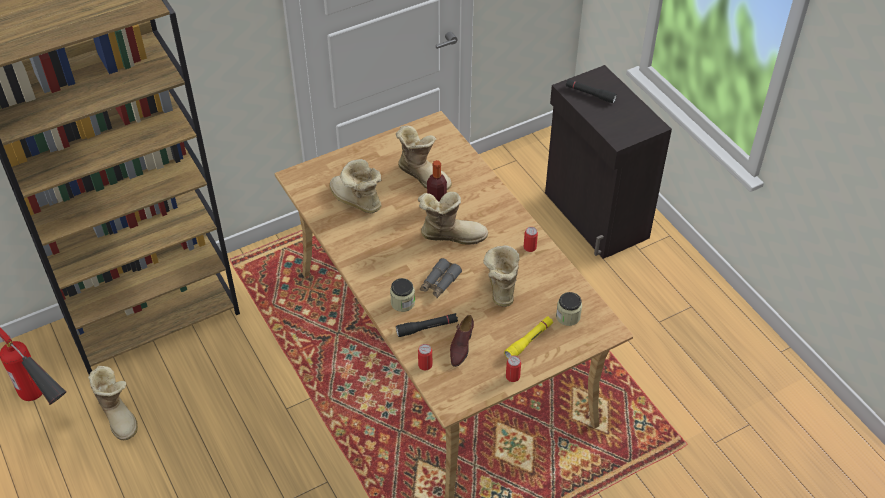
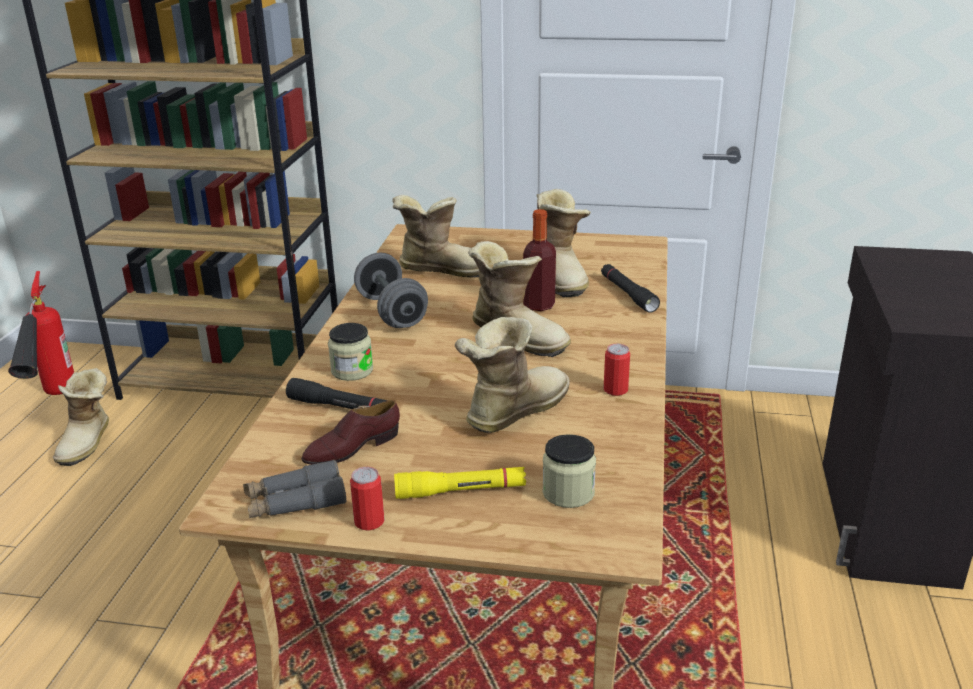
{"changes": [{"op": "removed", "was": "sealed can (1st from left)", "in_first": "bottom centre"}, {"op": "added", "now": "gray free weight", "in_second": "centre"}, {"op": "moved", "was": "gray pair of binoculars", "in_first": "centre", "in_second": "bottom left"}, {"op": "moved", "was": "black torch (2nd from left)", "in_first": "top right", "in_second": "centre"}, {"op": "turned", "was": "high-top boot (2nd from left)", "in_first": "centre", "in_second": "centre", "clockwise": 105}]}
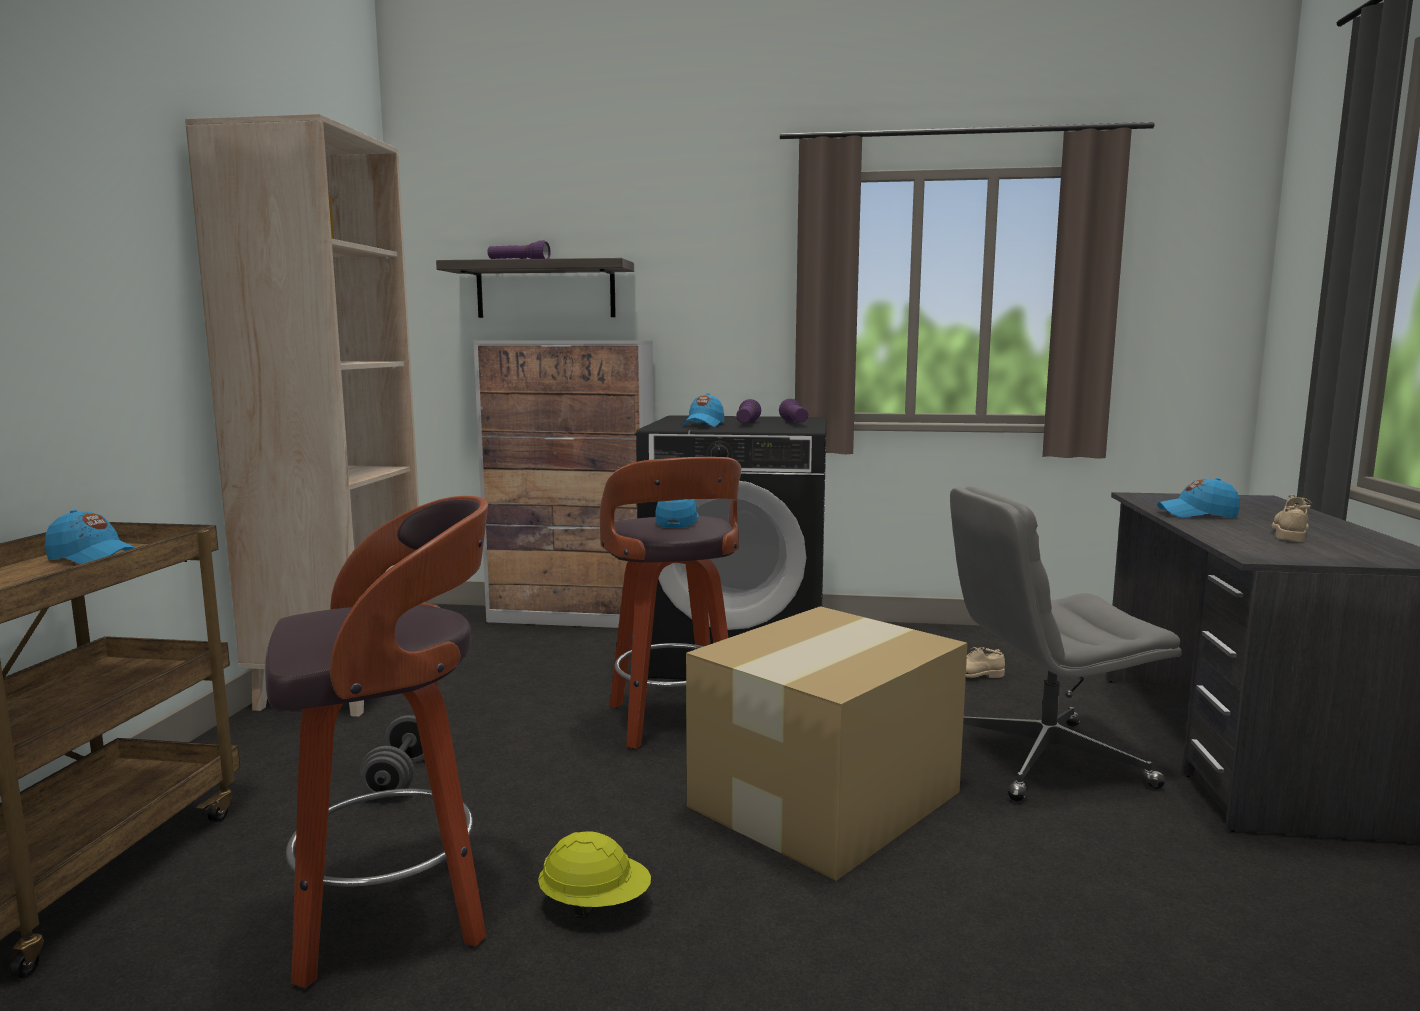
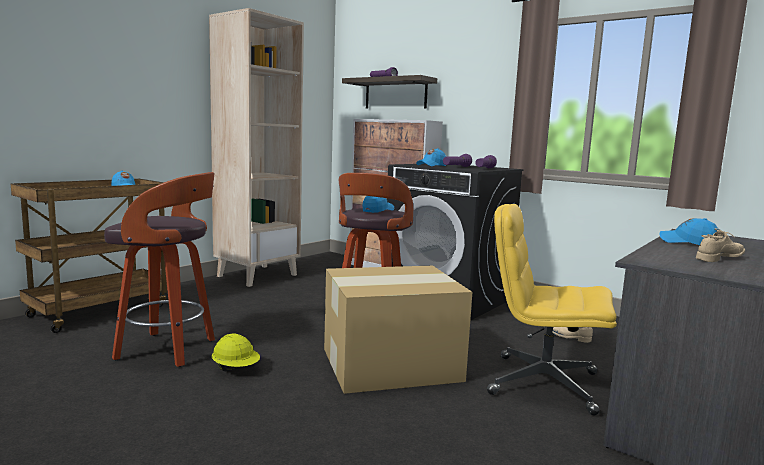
{"changes": [{"op": "removed", "was": "gray free weight", "in_first": "bottom left"}, {"op": "recoloured", "was": "gray office chair", "now": "yellow office chair", "in_first": "middle right", "in_second": "middle right"}]}
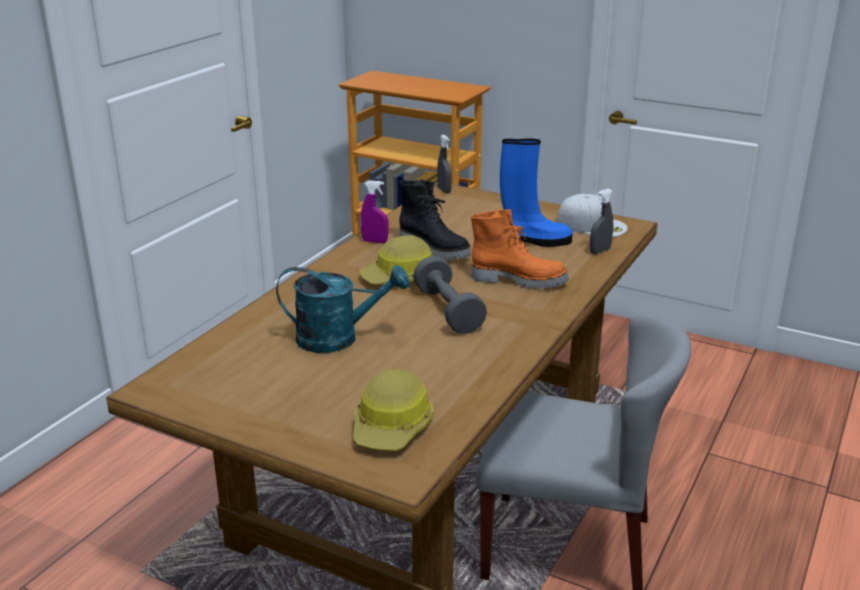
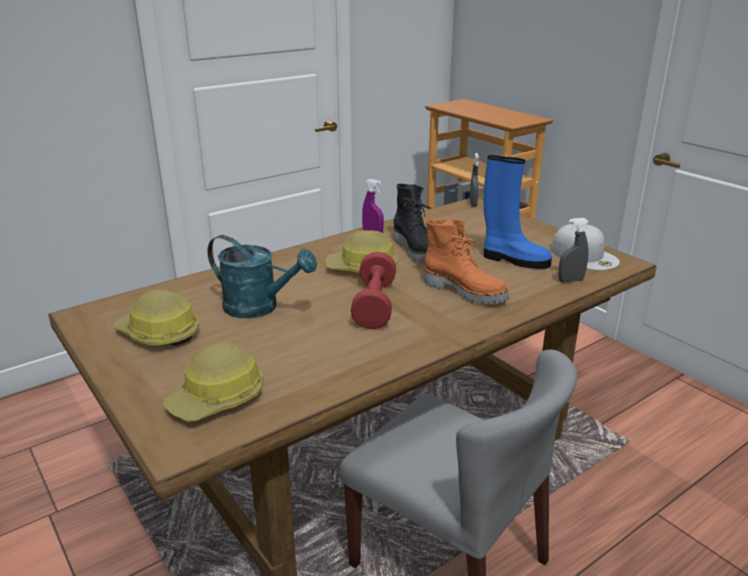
{"changes": [{"op": "added", "now": "hard hat (1st from left)", "in_second": "middle left"}, {"op": "recoloured", "was": "gray free weight", "now": "red-coloured free weight", "in_first": "centre", "in_second": "centre"}]}
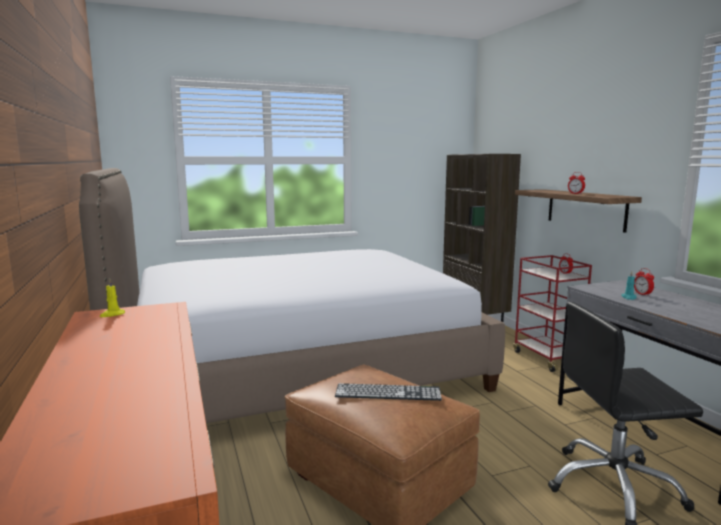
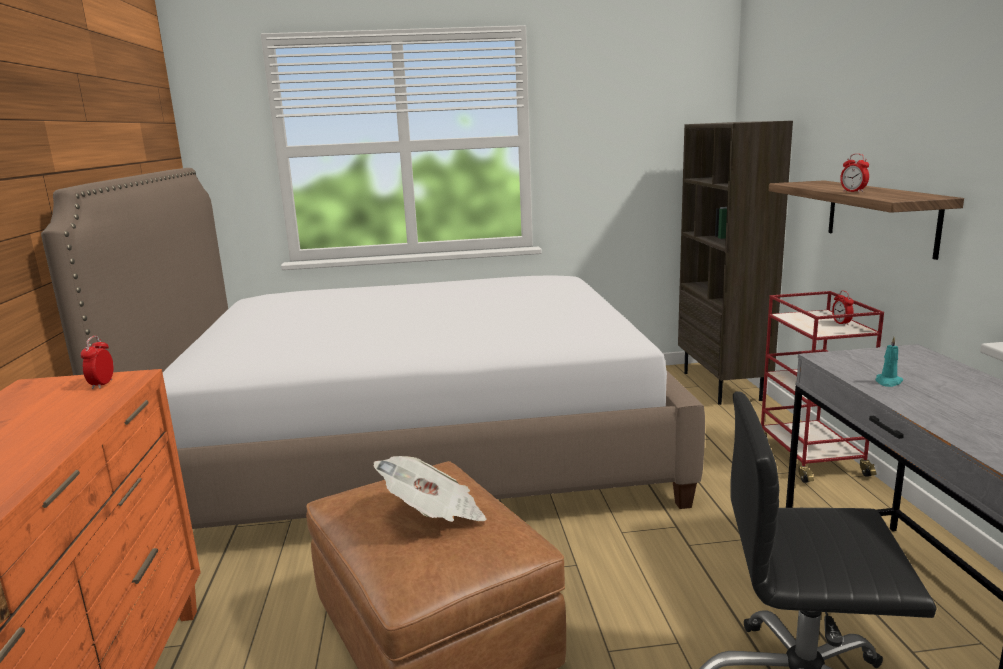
{"changes": [{"op": "removed", "was": "yellow wax light", "in_first": "middle left"}, {"op": "moved", "was": "bedside clock (3rd from left in the first image)", "now": "bedside clock (1st from left)", "in_first": "middle right", "in_second": "middle left"}, {"op": "replaced", "was": "keyboard", "now": "daily paper", "in_first": "bottom centre", "in_second": "bottom centre"}]}
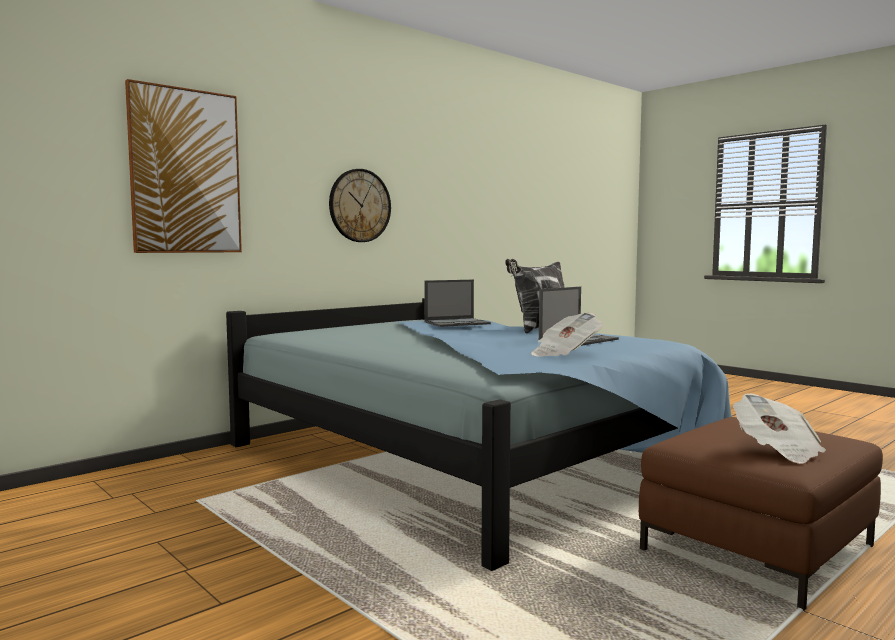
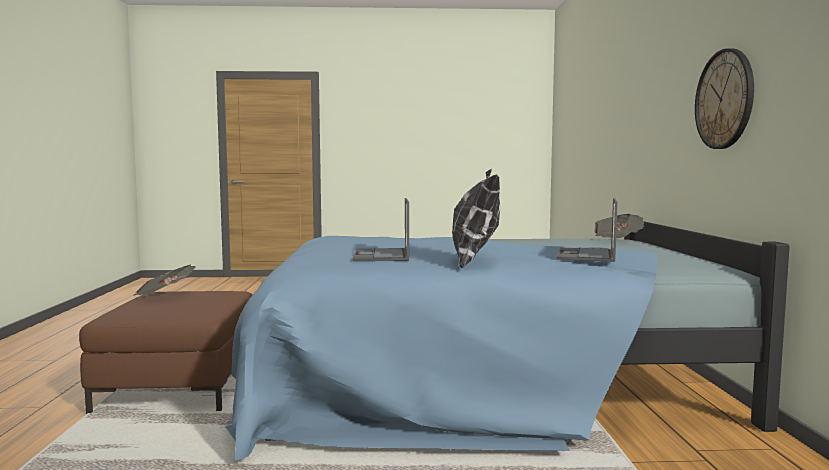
{"changes": [{"op": "removed", "was": "wall picture", "in_first": "top left"}, {"op": "moved", "was": "daily paper (1st from left in the first image)", "now": "daily paper (2nd from left)", "in_first": "centre", "in_second": "middle right"}]}
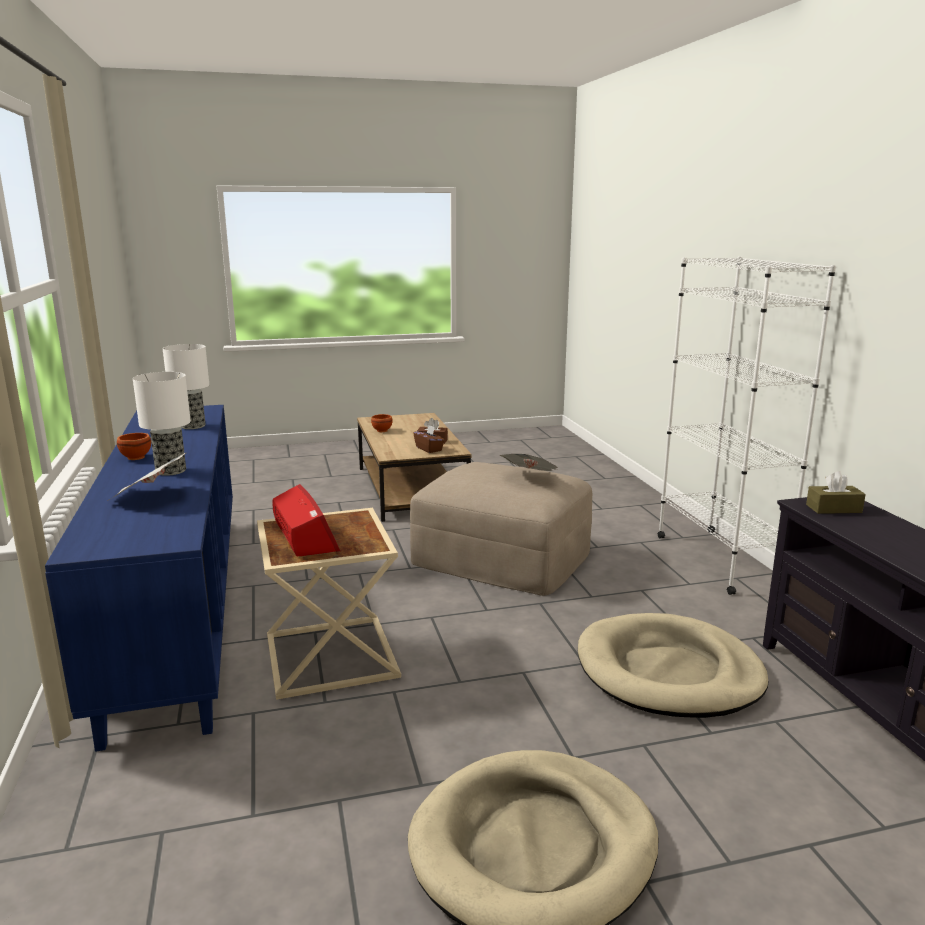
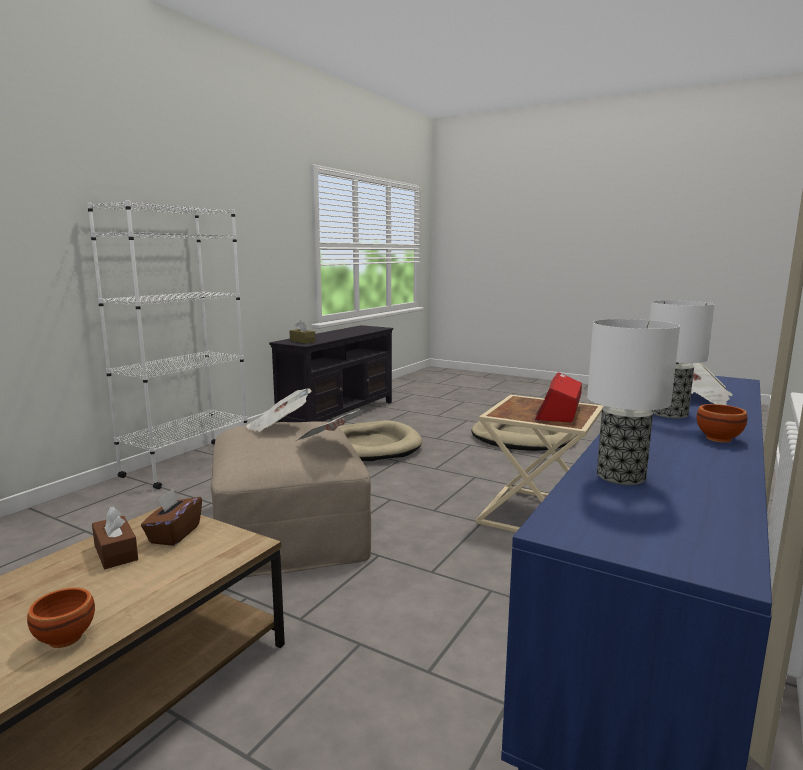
{"changes": [{"op": "added", "now": "daily paper (2nd from left)", "in_second": "centre"}]}
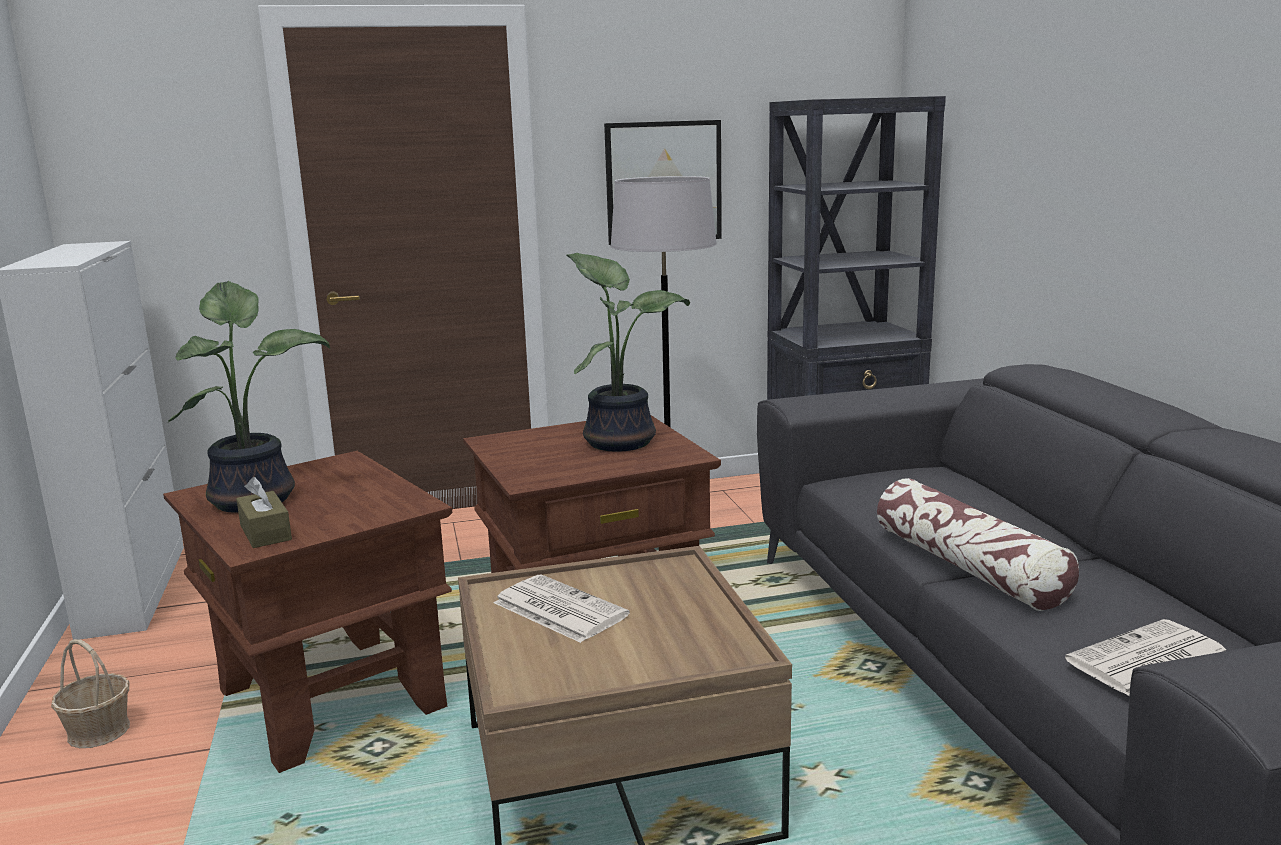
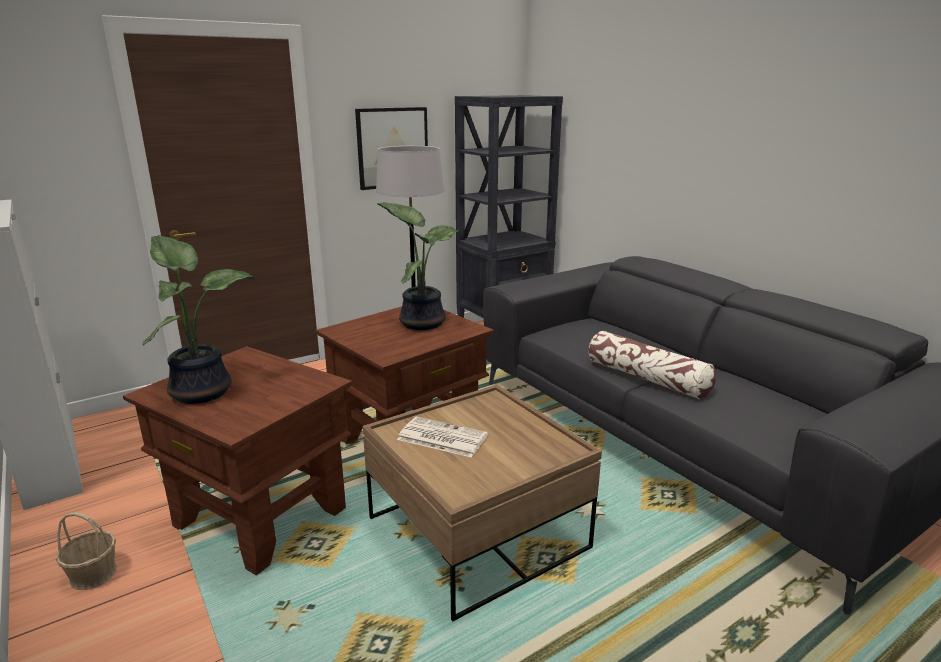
{"changes": [{"op": "removed", "was": "brownish tissue holder", "in_first": "middle left"}, {"op": "removed", "was": "daily paper (2nd from left)", "in_first": "bottom right"}]}
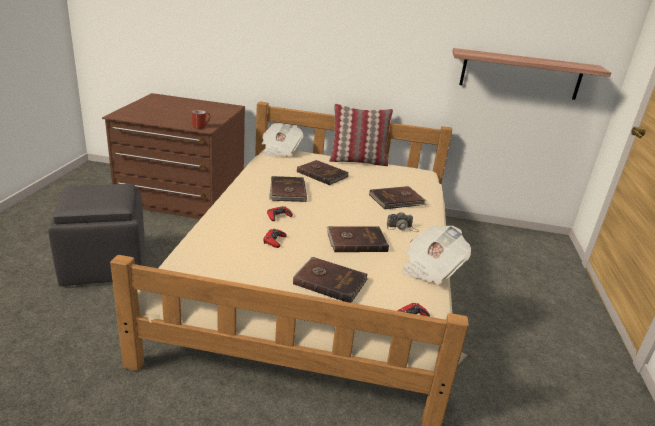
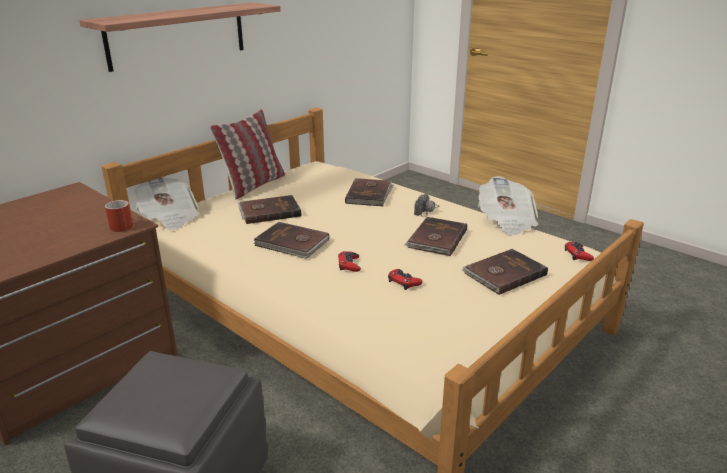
{"changes": [{"op": "moved", "was": "wall shelf", "in_first": "top right", "in_second": "top left"}]}
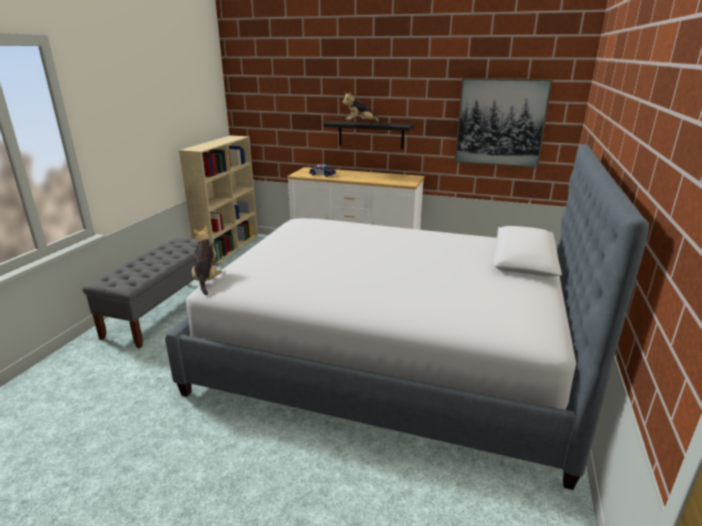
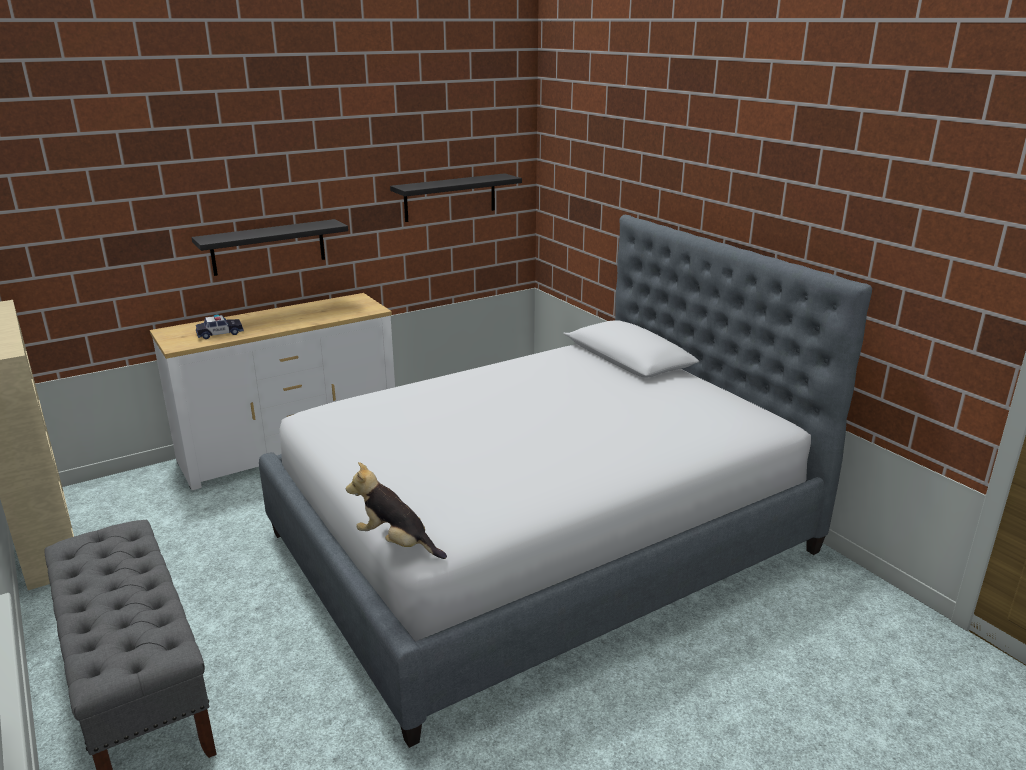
{"changes": [{"op": "removed", "was": "soft toy (2nd from left)", "in_first": "top centre"}, {"op": "replaced", "was": "wall picture", "now": "black wall shelf (2nd from left)", "in_first": "top right", "in_second": "top centre"}]}
